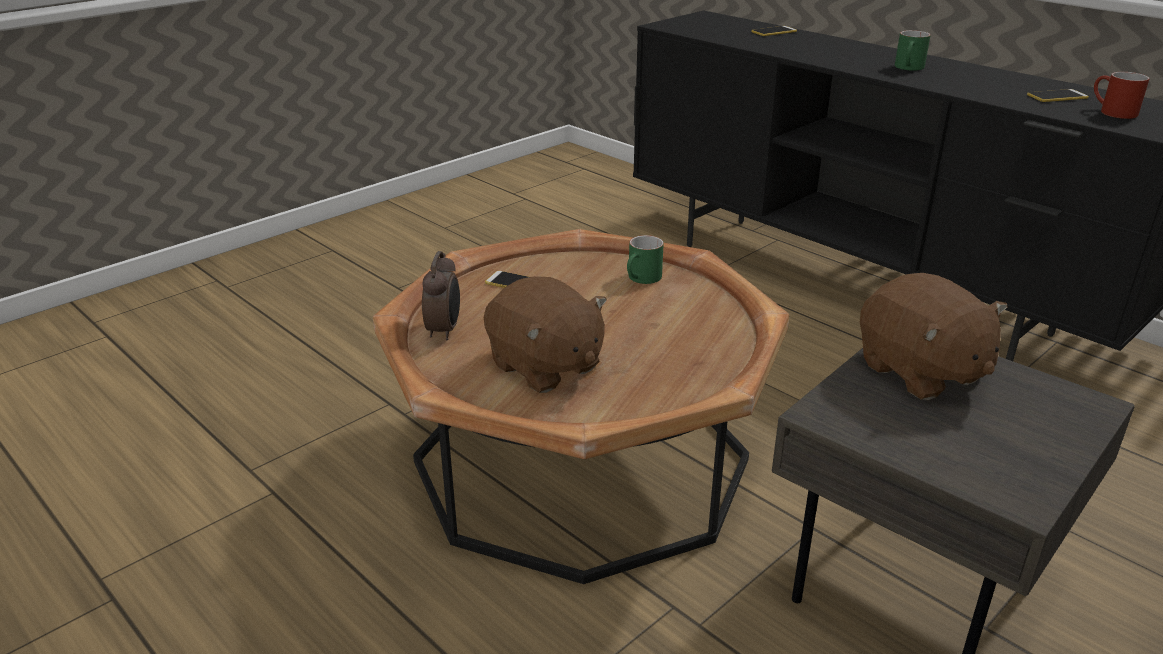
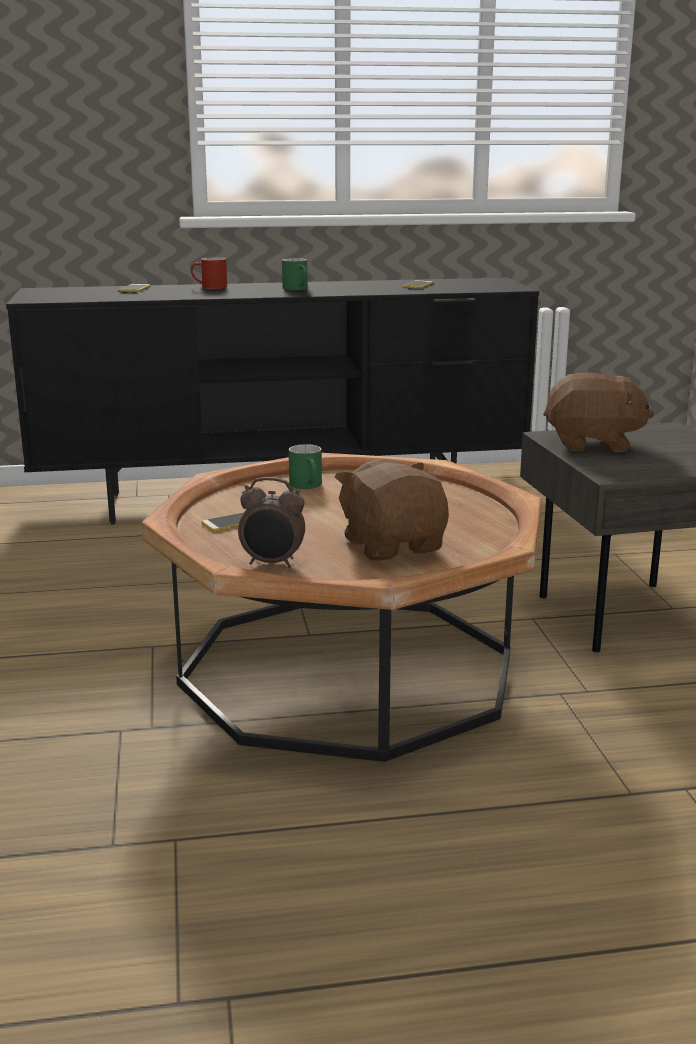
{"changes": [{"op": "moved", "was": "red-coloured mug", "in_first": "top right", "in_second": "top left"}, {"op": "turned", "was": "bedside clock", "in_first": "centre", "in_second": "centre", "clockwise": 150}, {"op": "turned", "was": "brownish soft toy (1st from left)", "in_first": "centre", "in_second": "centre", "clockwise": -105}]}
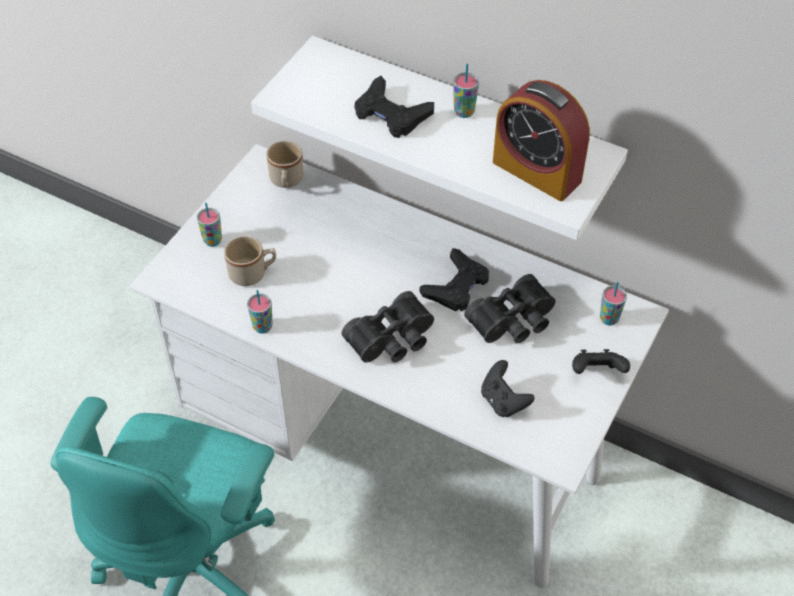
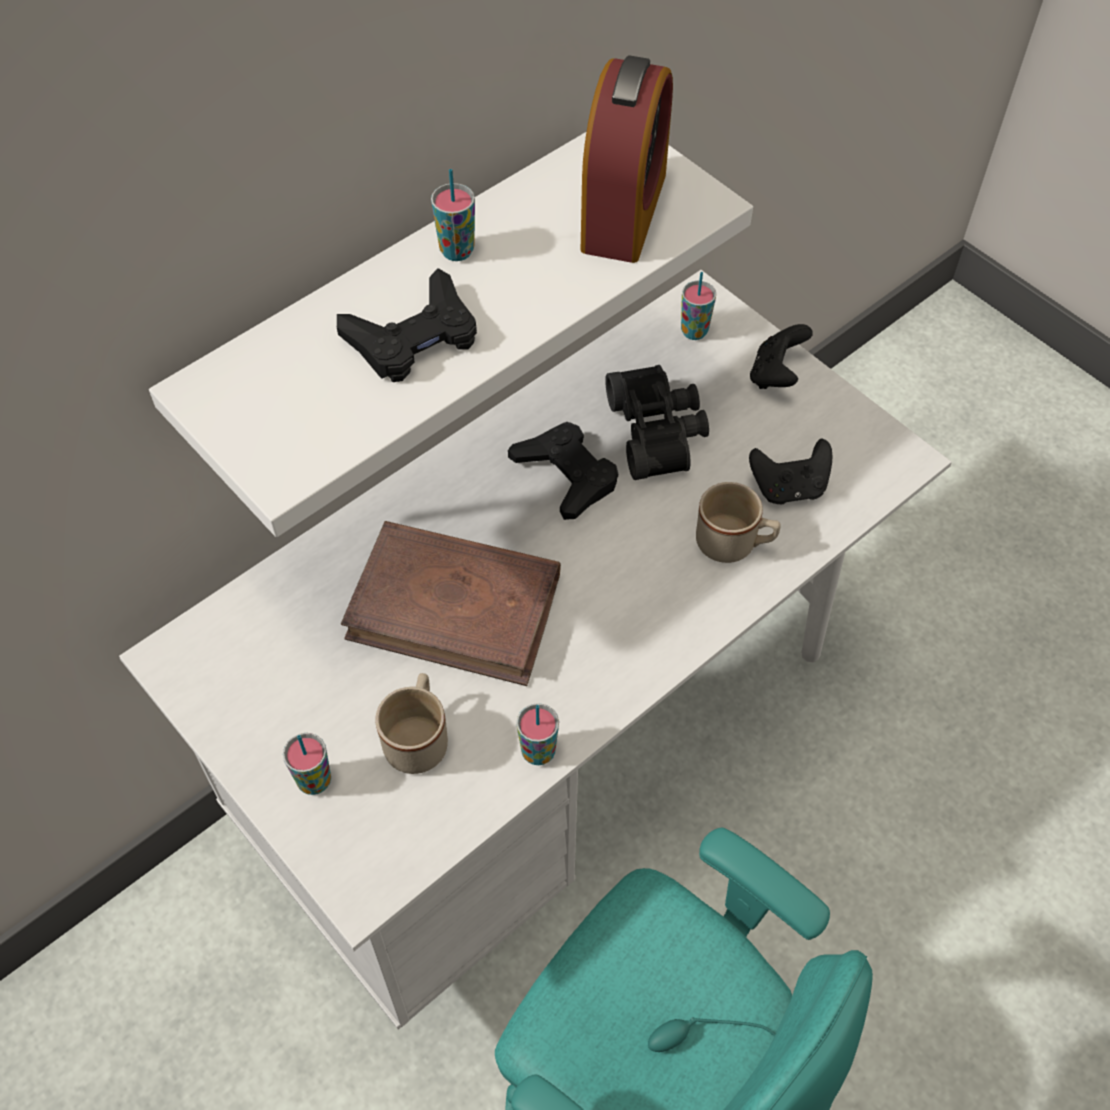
{"changes": [{"op": "removed", "was": "black pair of binoculars (1st from left)", "in_first": "centre"}, {"op": "added", "now": "brownish bound book", "in_second": "centre"}, {"op": "moved", "was": "beige-coloured mug (2nd from left)", "in_first": "top centre", "in_second": "centre"}, {"op": "turned", "was": "bedside clock", "in_first": "top right", "in_second": "top centre", "clockwise": -45}]}
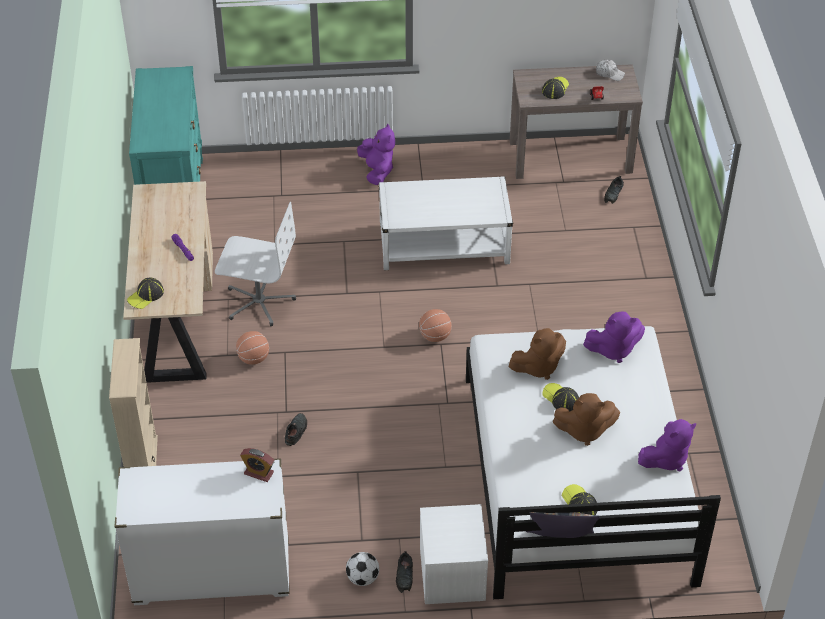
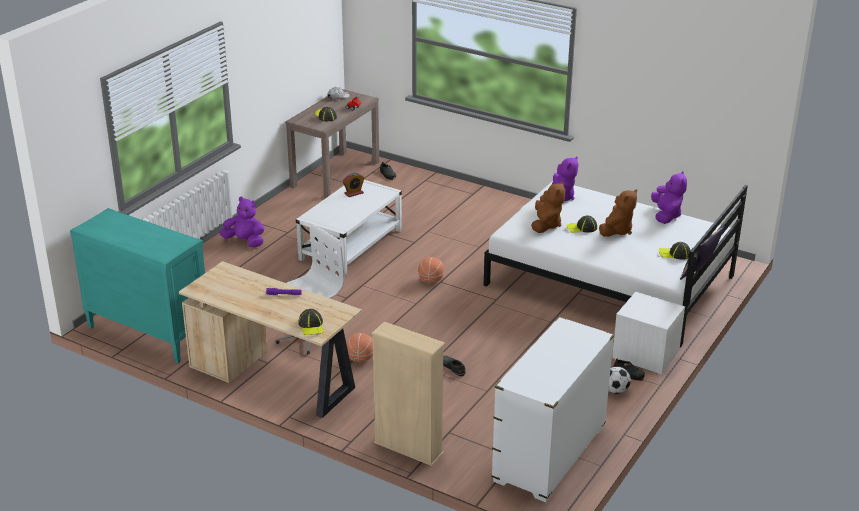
{"changes": [{"op": "moved", "was": "bedside clock", "in_first": "bottom left", "in_second": "centre"}]}
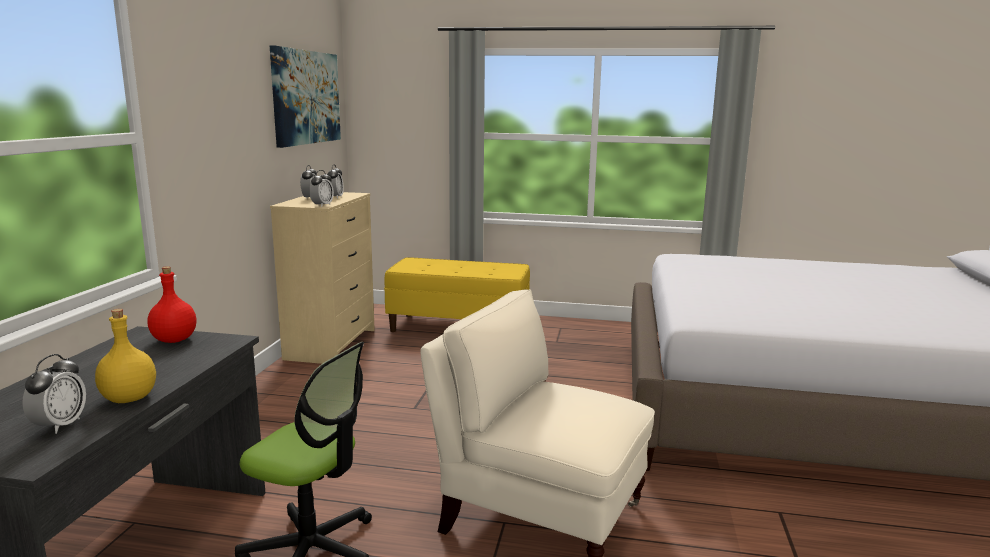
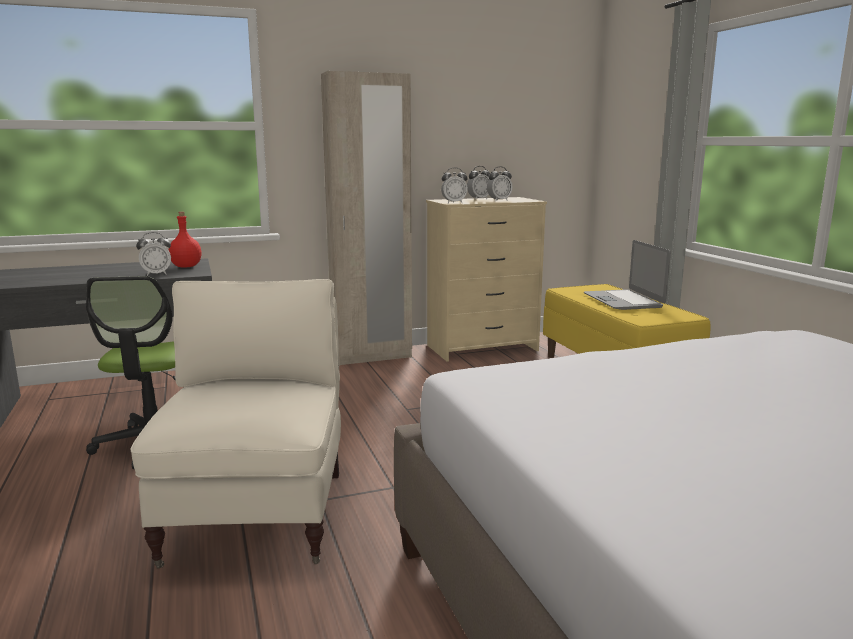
{"changes": [{"op": "removed", "was": "yellow bottle", "in_first": "middle left"}, {"op": "removed", "was": "wall picture", "in_first": "top left"}, {"op": "added", "now": "beige-coloured clothes cupboard", "in_second": "centre"}, {"op": "added", "now": "notebook computer", "in_second": "middle right"}, {"op": "moved", "was": "bedside clock (1st from left)", "in_first": "bottom left", "in_second": "middle left"}]}
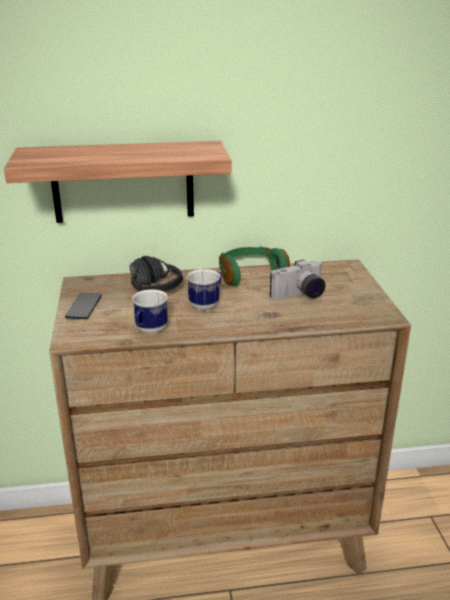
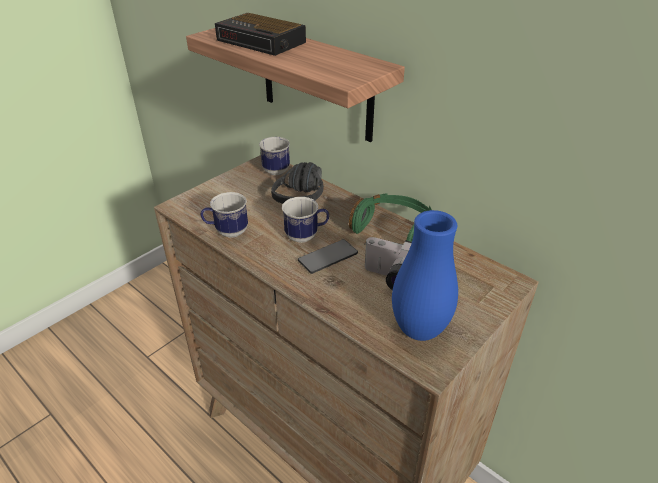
{"changes": [{"op": "added", "now": "bedside clock", "in_second": "top centre"}, {"op": "added", "now": "mug (2nd from left)", "in_second": "top centre"}, {"op": "added", "now": "blue decorative vase", "in_second": "centre"}, {"op": "moved", "was": "telephone", "in_first": "middle left", "in_second": "centre"}]}
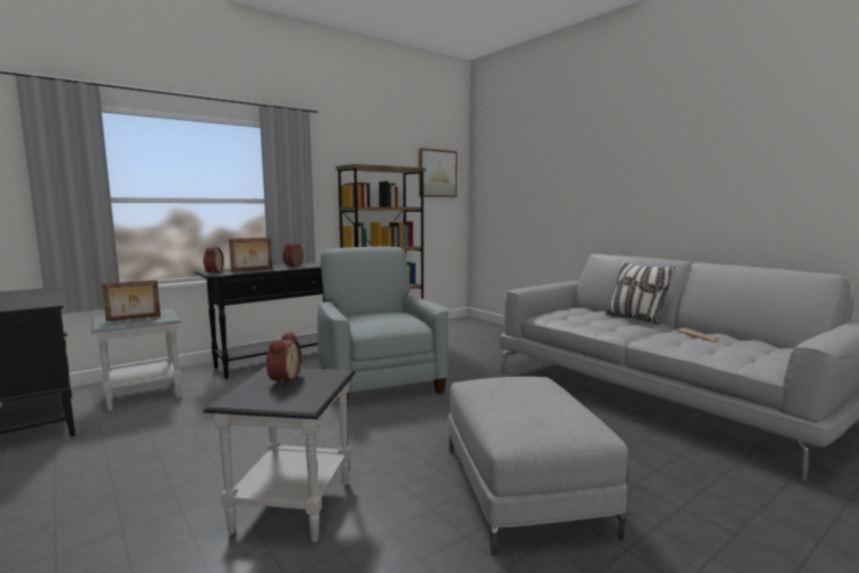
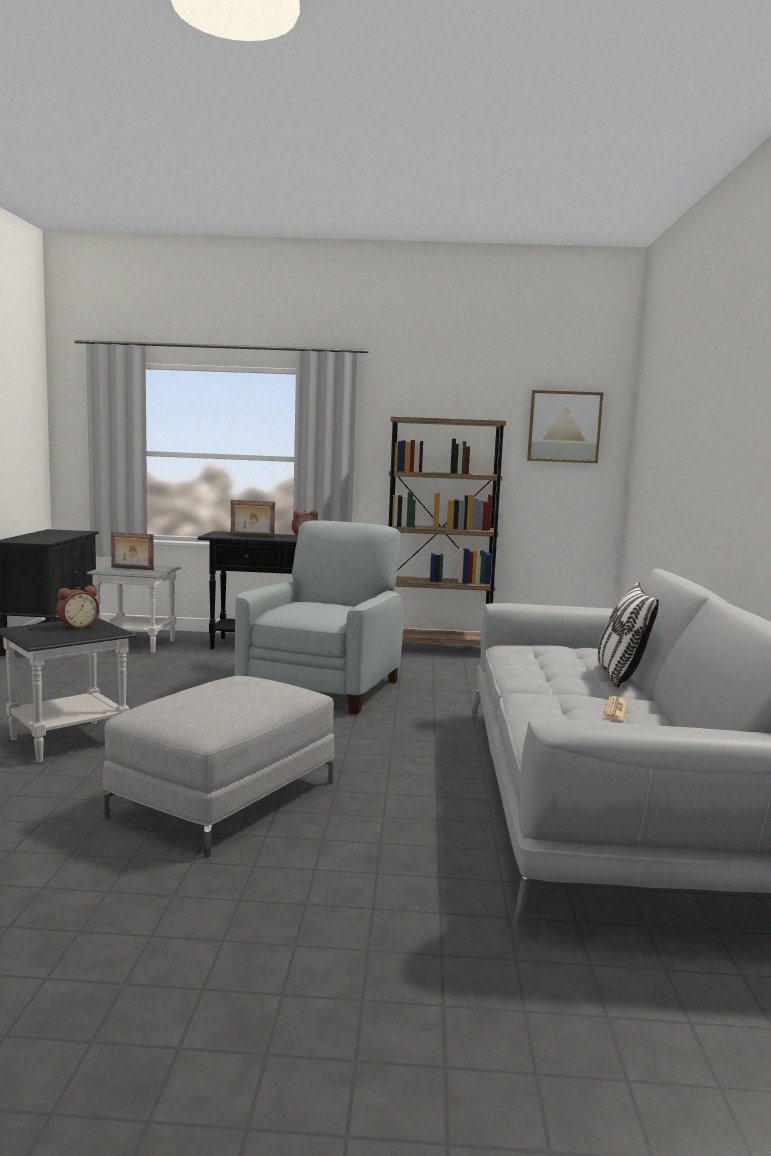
{"changes": [{"op": "removed", "was": "bedside clock (1st from left)", "in_first": "middle left"}]}
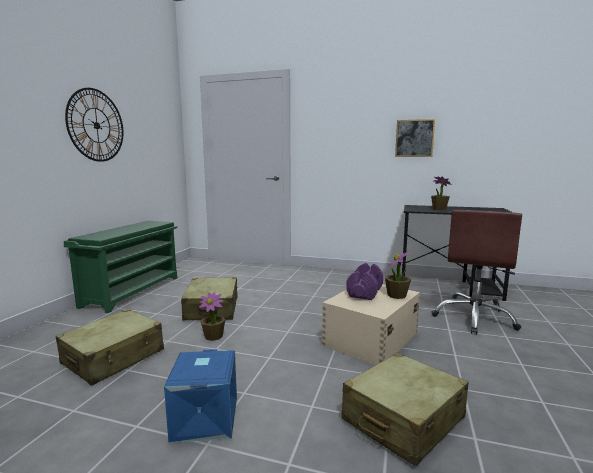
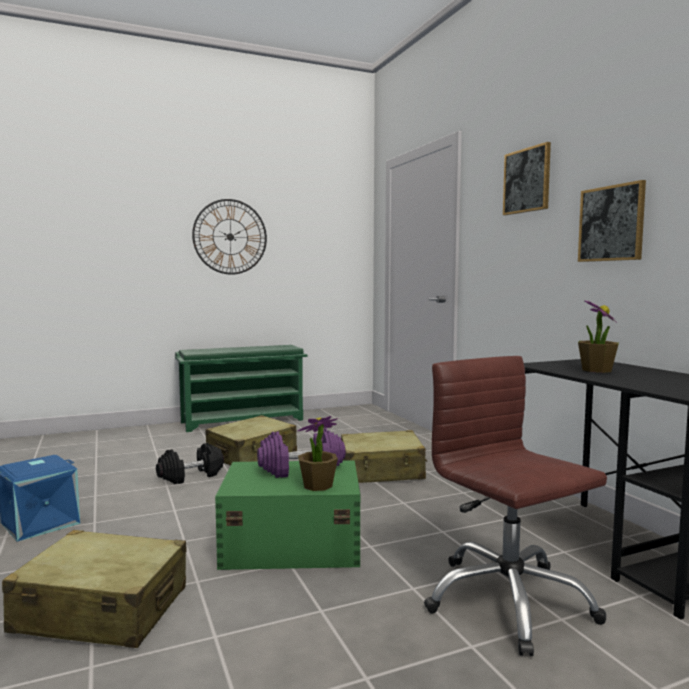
{"changes": [{"op": "added", "now": "wall picture (1st from left)", "in_second": "top right"}, {"op": "moved", "was": "beige-coloured suitcase (1st from left in the first image)", "now": "beige-coloured suitcase (3rd from left)", "in_first": "bottom left", "in_second": "centre"}, {"op": "replaced", "was": "plant in a pot (1st from left)", "now": "black free weight", "in_first": "bottom centre", "in_second": "bottom left"}, {"op": "recoloured", "was": "beige-coloured storage container", "now": "green-coloured storage container", "in_first": "bottom centre", "in_second": "bottom centre"}, {"op": "turned", "was": "brownish office chair", "in_first": "middle right", "in_second": "bottom right", "clockwise": 75}]}
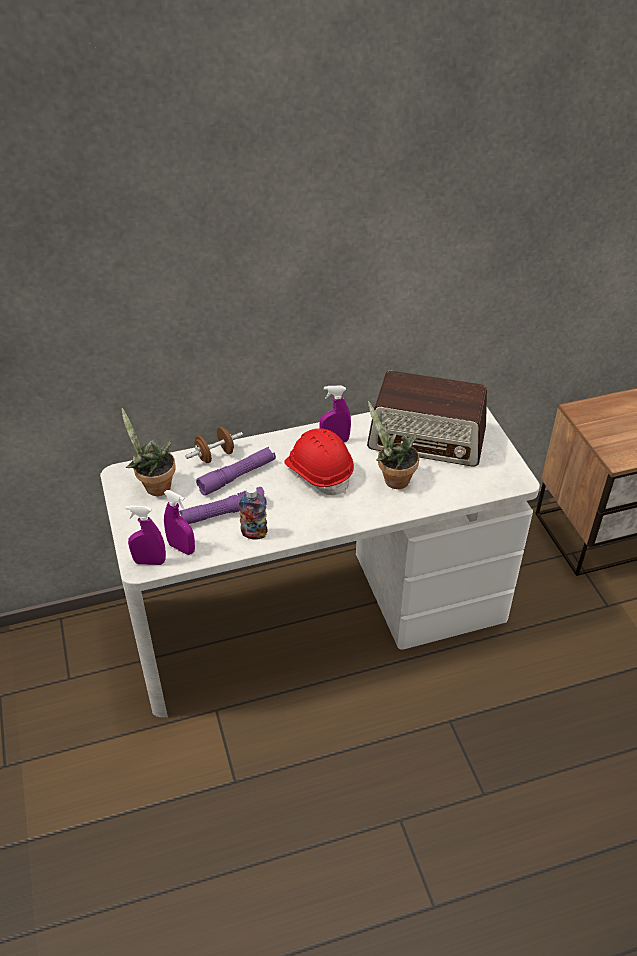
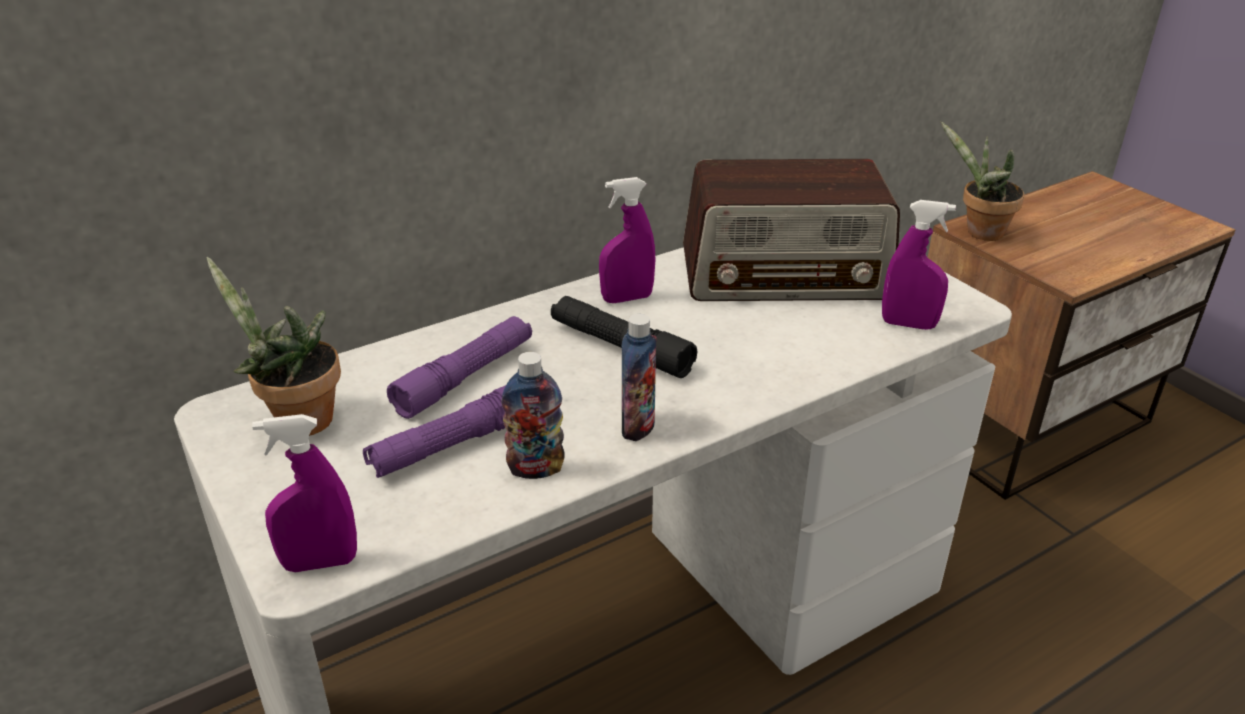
{"changes": [{"op": "removed", "was": "brownish free weight", "in_first": "centre"}, {"op": "added", "now": "bottle (2nd from left)", "in_second": "centre"}, {"op": "moved", "was": "purple spray bottle (2nd from left in the first image)", "now": "purple spray bottle (3rd from left)", "in_first": "middle left", "in_second": "middle right"}, {"op": "moved", "was": "plant in a pot (2nd from left)", "in_first": "centre", "in_second": "top right"}, {"op": "replaced", "was": "red-coloured hard hat", "now": "black torch", "in_first": "centre", "in_second": "centre"}]}
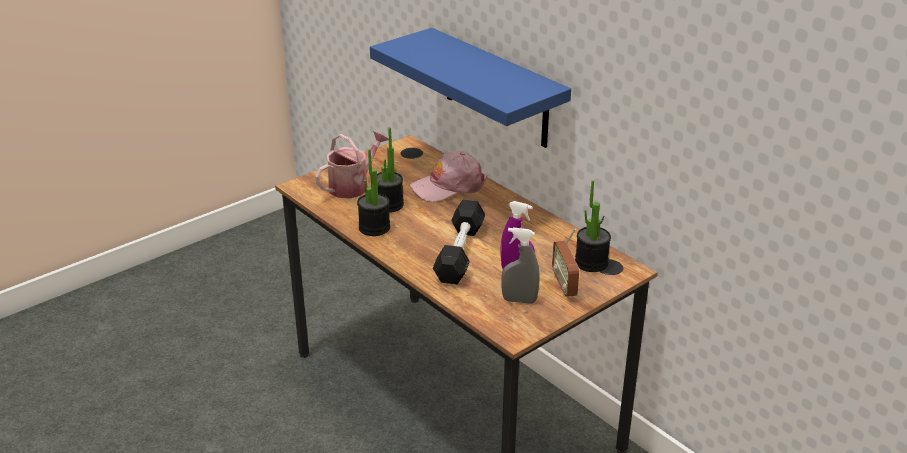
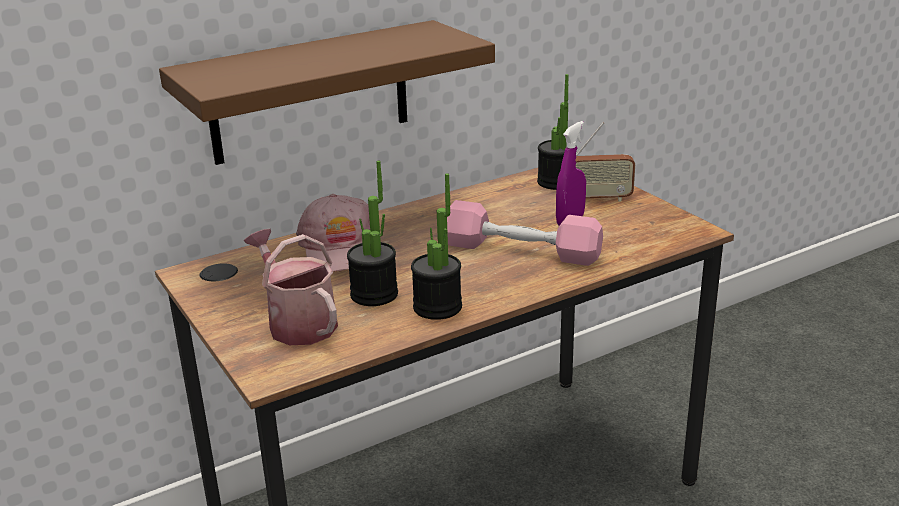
{"changes": [{"op": "removed", "was": "gray spray bottle", "in_first": "centre"}, {"op": "recoloured", "was": "blue wall shelf", "now": "brownish wall shelf", "in_first": "top centre", "in_second": "top centre"}, {"op": "recoloured", "was": "black free weight", "now": "pink free weight", "in_first": "centre", "in_second": "centre"}]}
